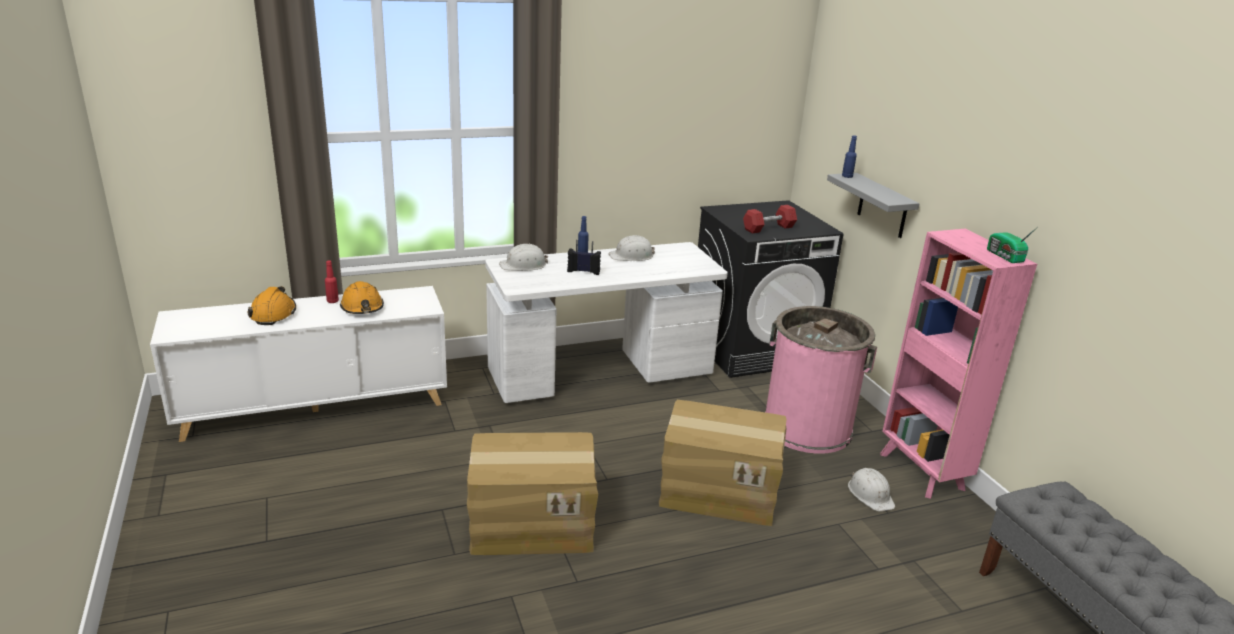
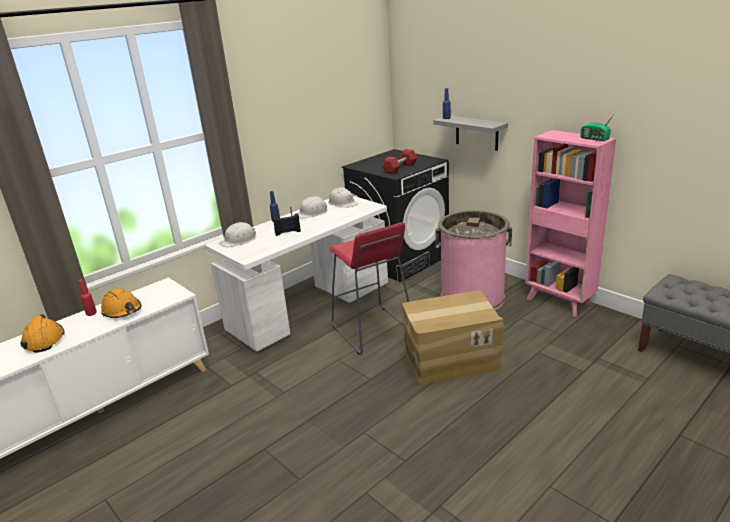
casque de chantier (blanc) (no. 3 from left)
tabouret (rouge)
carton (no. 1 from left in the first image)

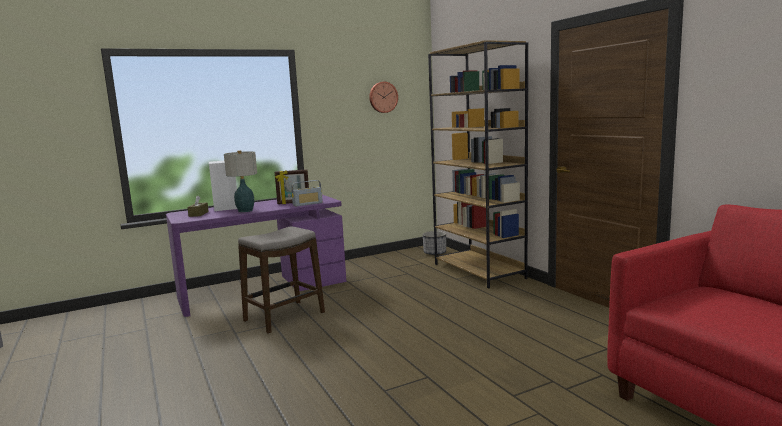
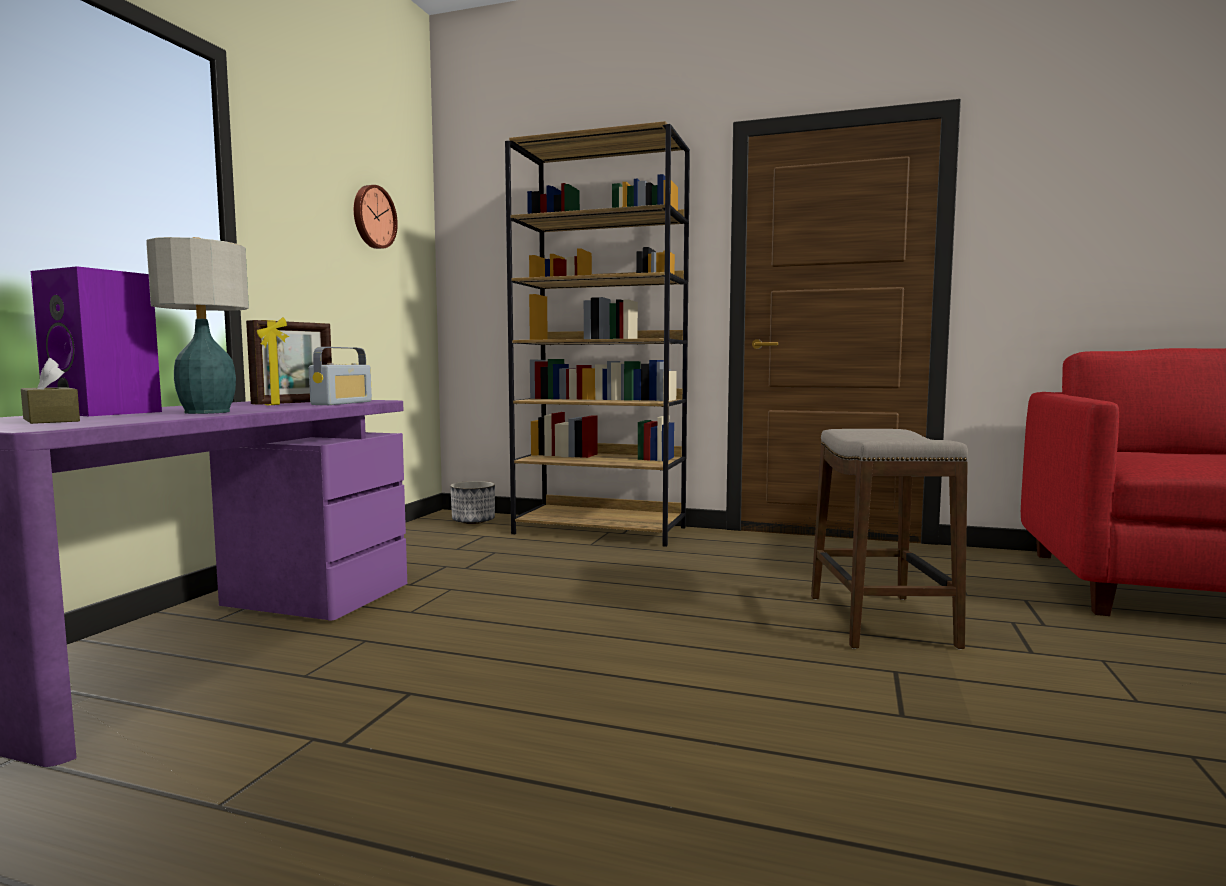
enceinte (violet)
tabouret

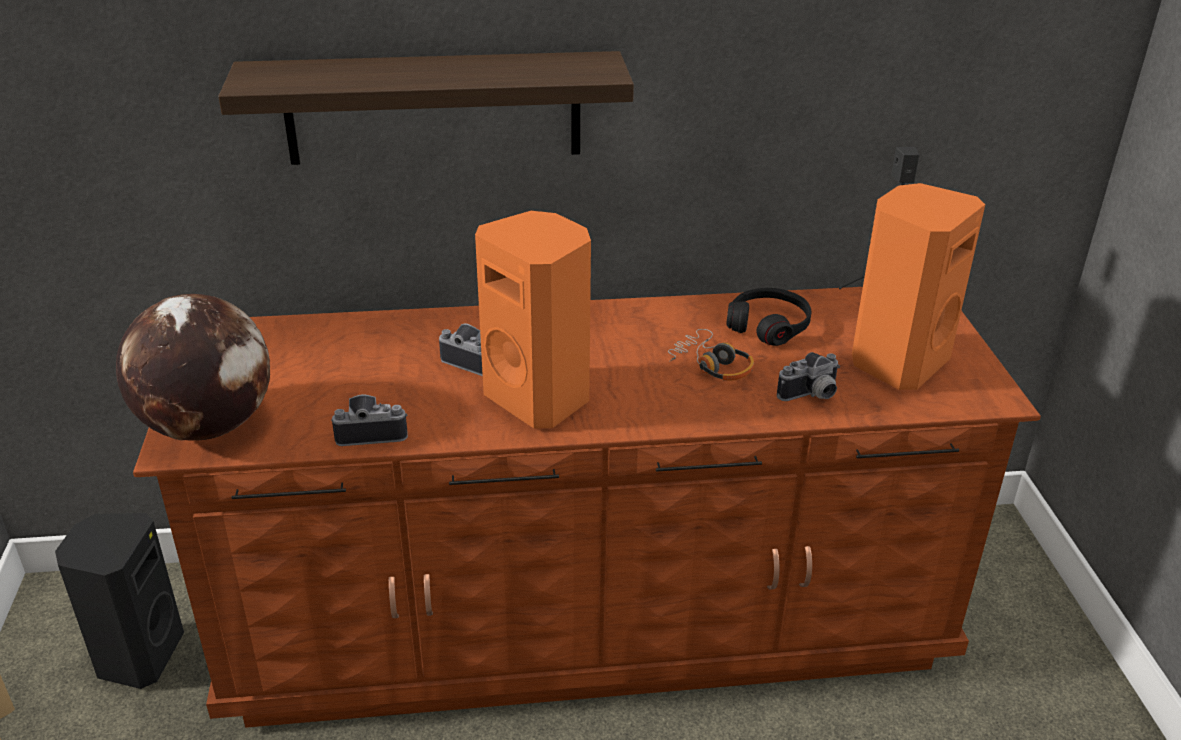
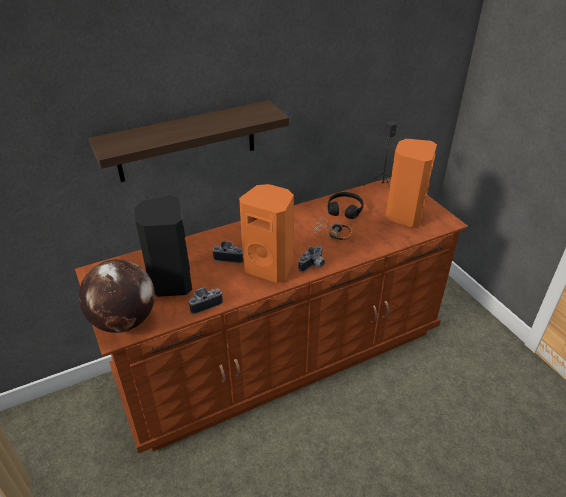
enceinte (noir) (no. 1 from left)
appareil photo (no. 3 from left)

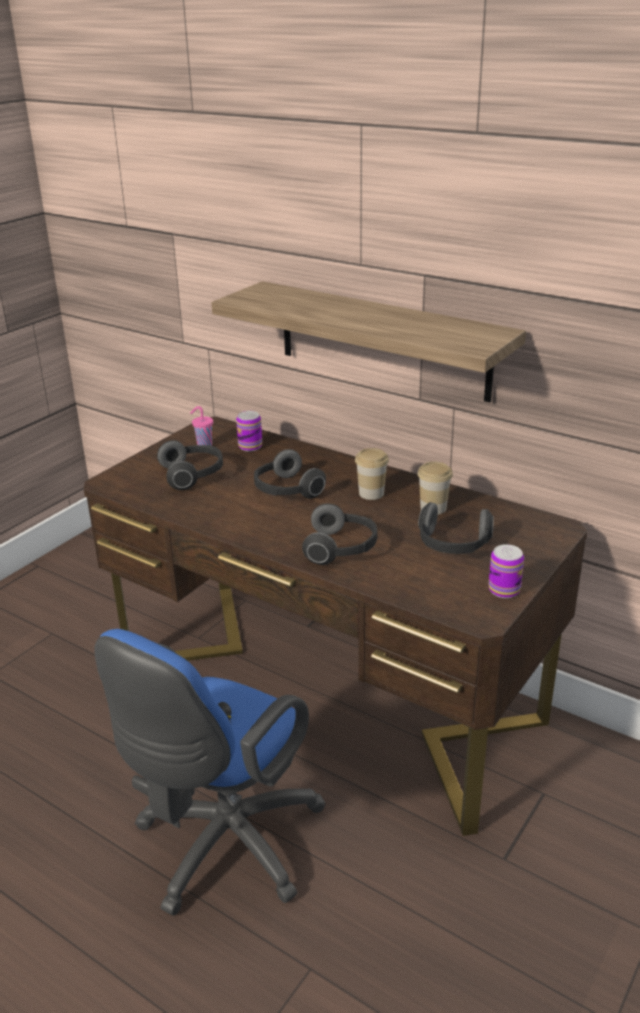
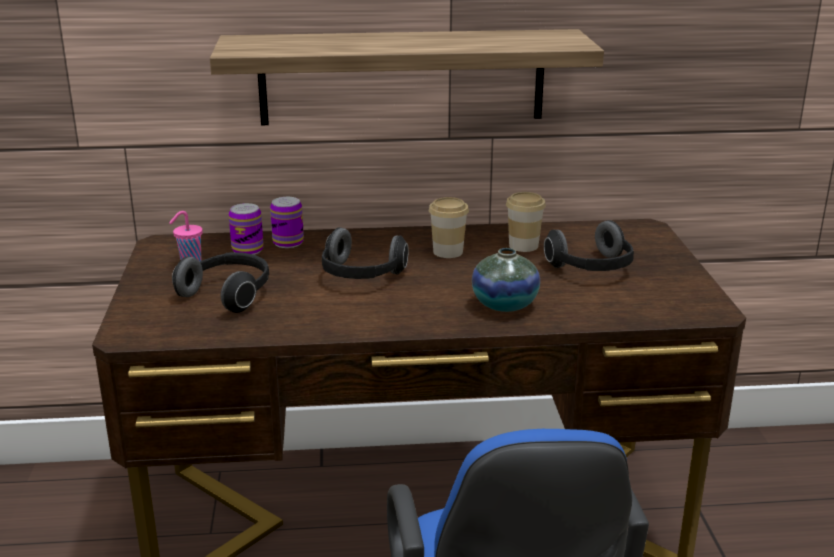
boîte métallique (no. 2 from left)
vase

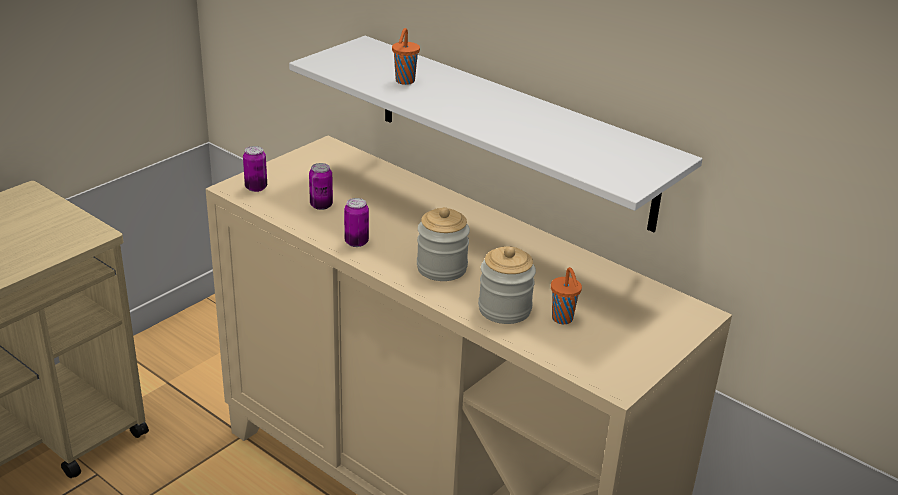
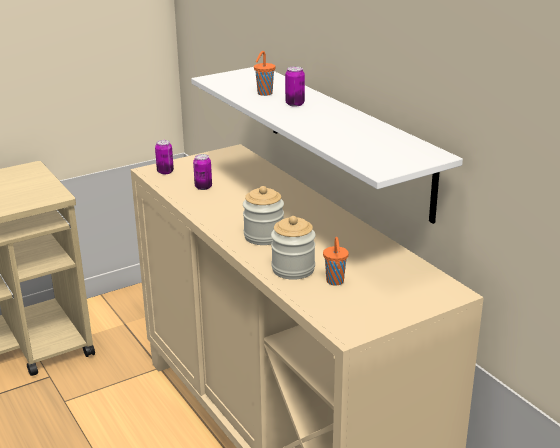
boîte métallique (no. 3 from left)

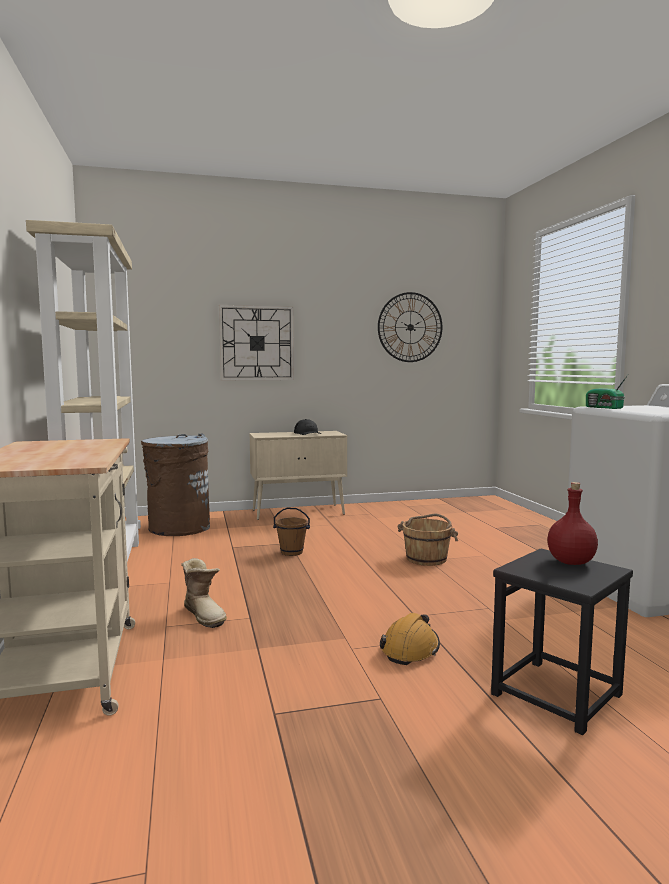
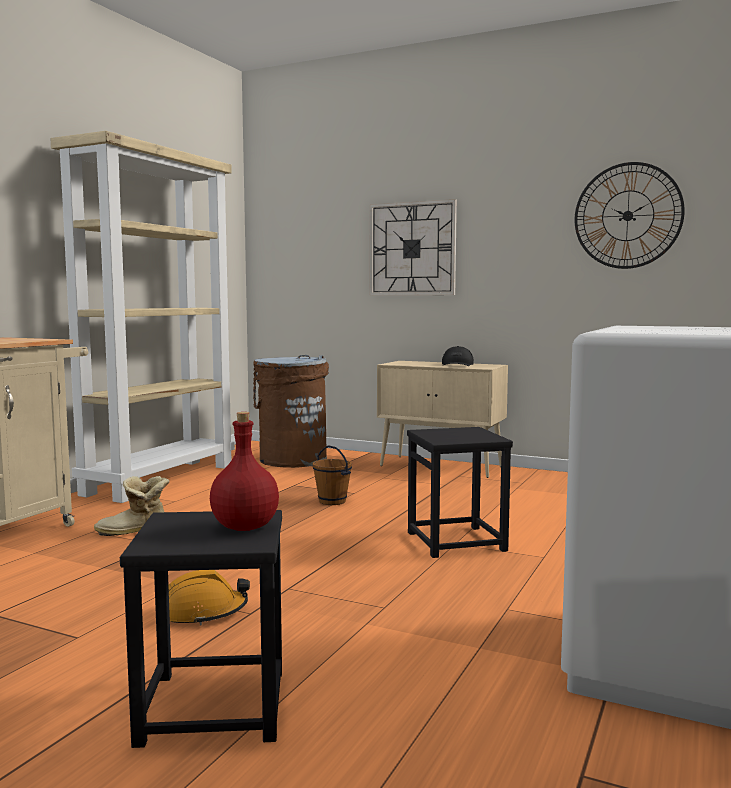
botte
tabouret (noir) (no. 2 from left)
radio

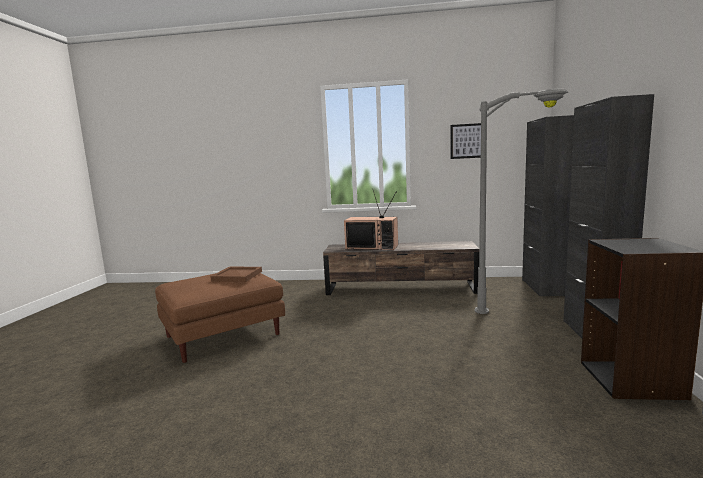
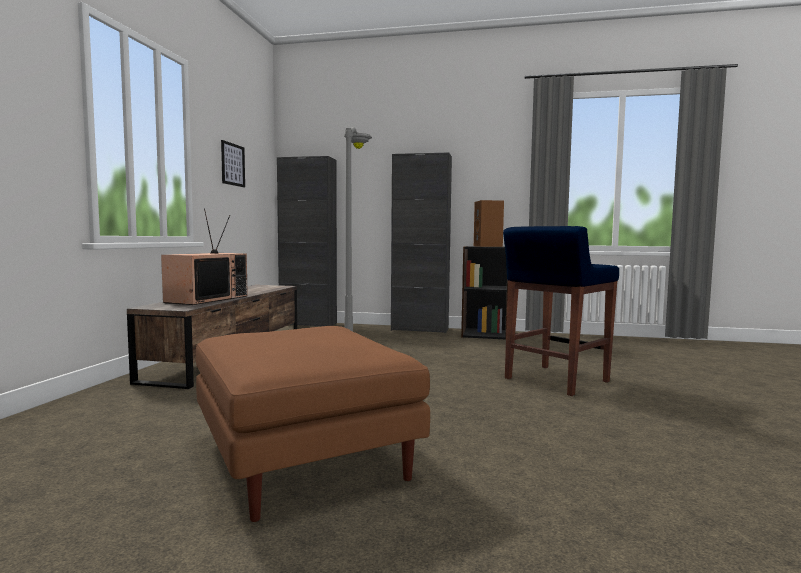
enceinte (marron)
tabouret (bleu)
plateau (marron)

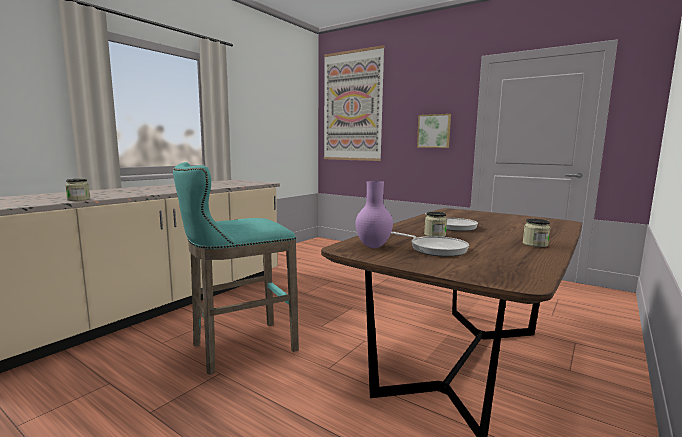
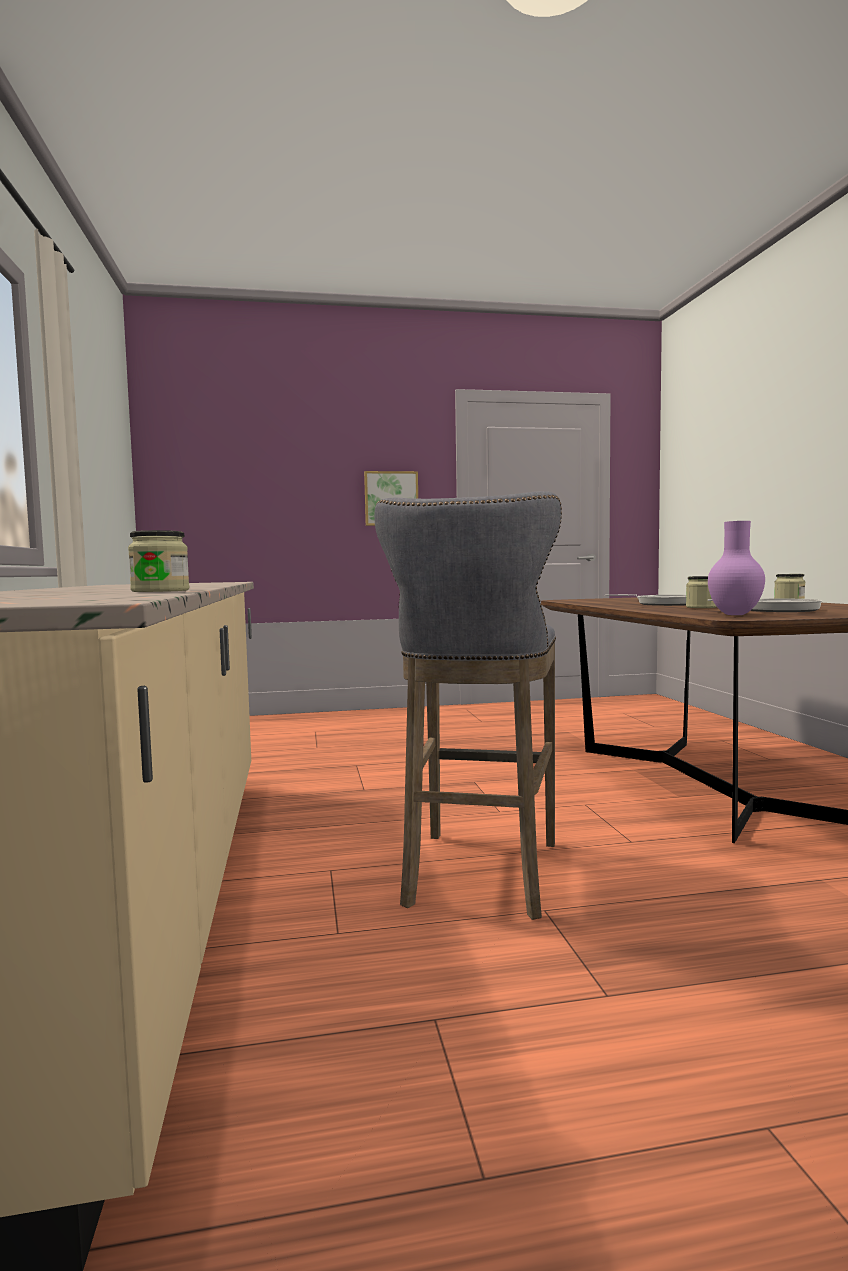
tabouret (gris)
tableau (no. 1 from left in the first image)

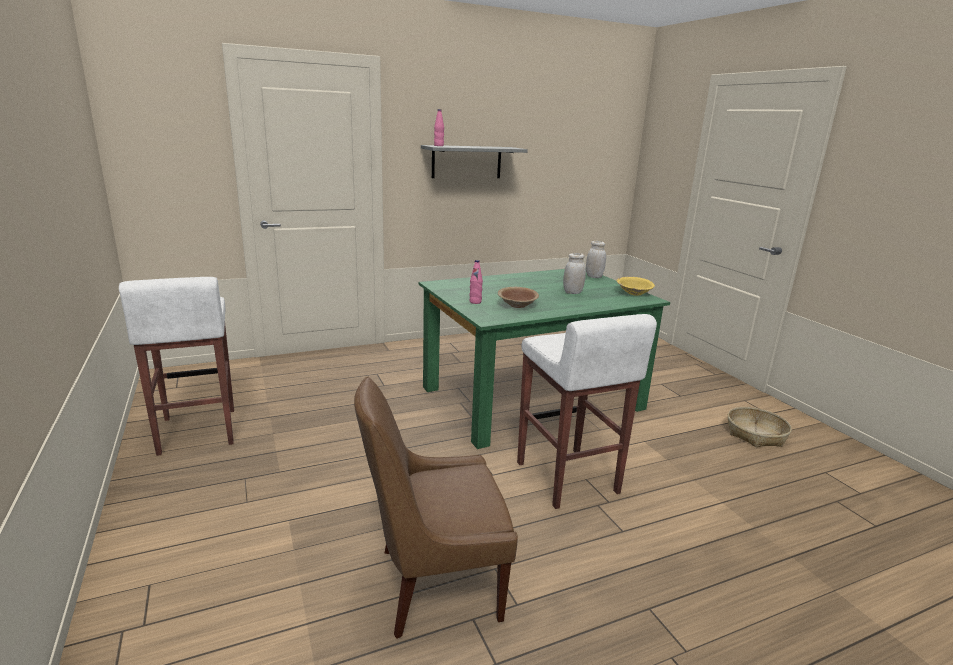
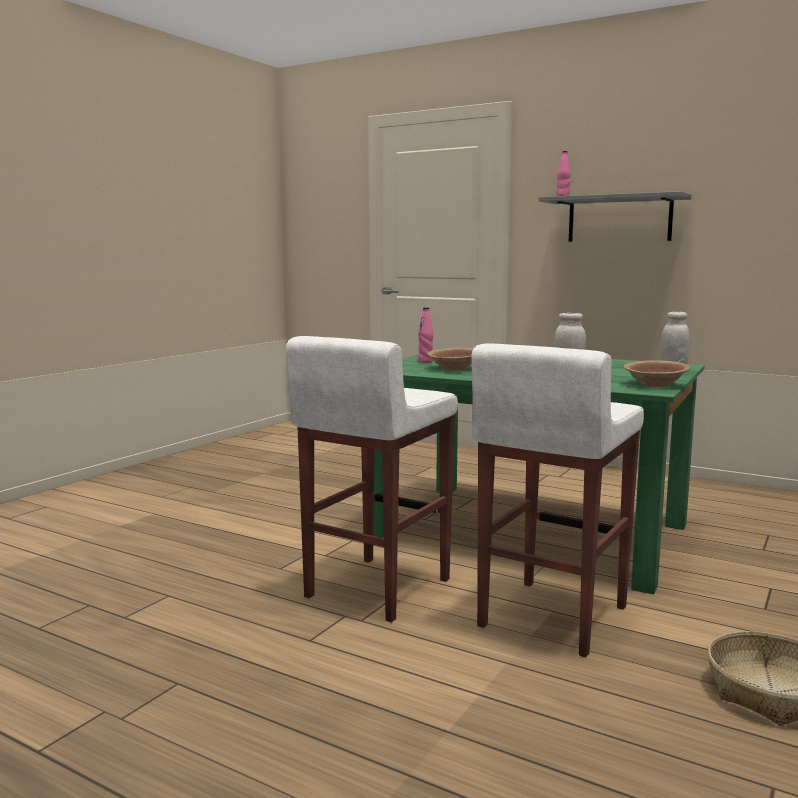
tabouret (blanc) (no. 2 from left)
bol (marron) (no. 2 from left)
chaise (marron)

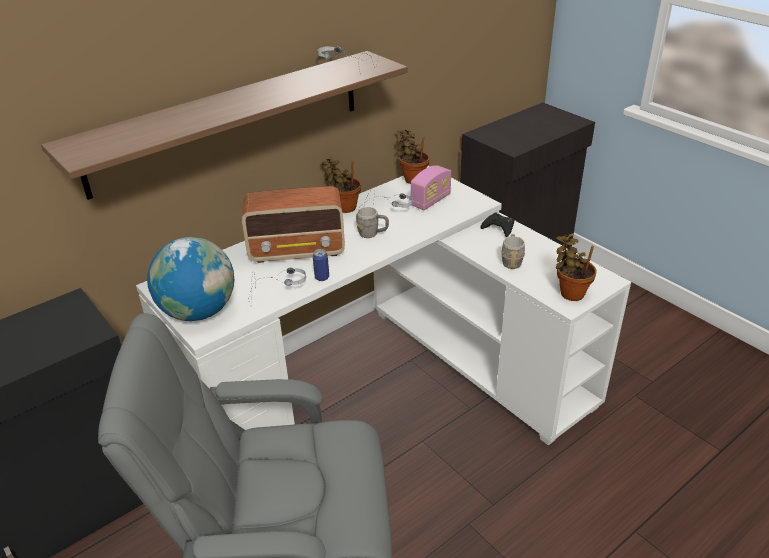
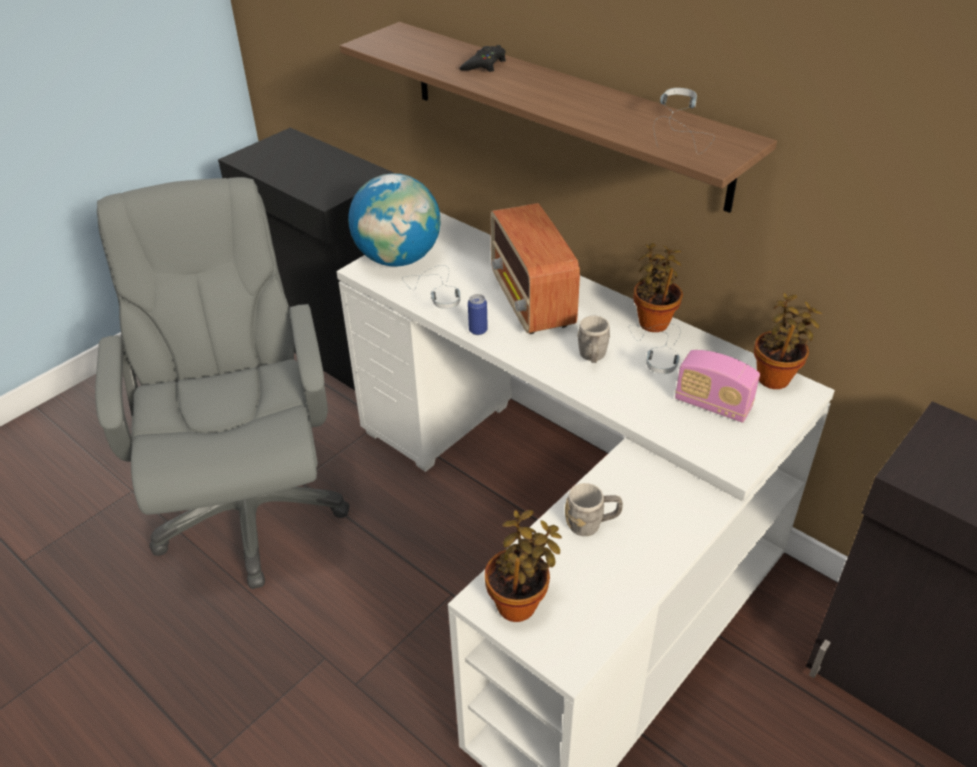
manette (noir)

